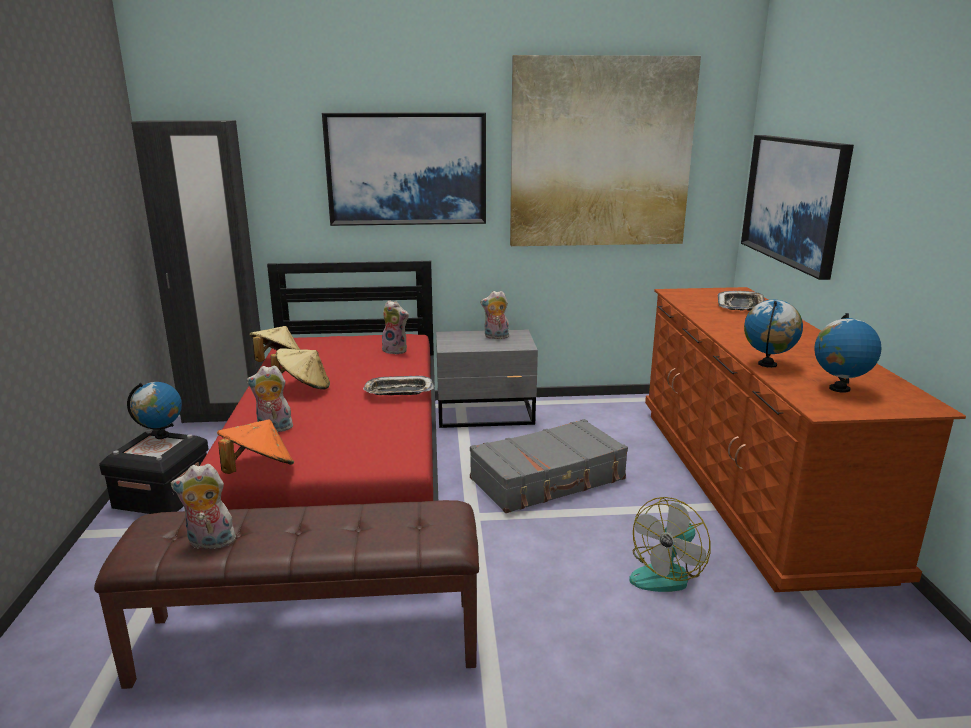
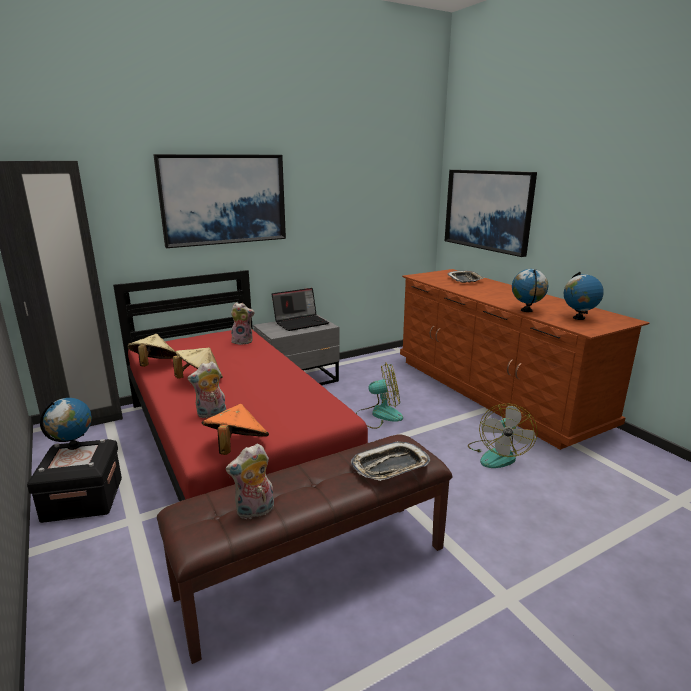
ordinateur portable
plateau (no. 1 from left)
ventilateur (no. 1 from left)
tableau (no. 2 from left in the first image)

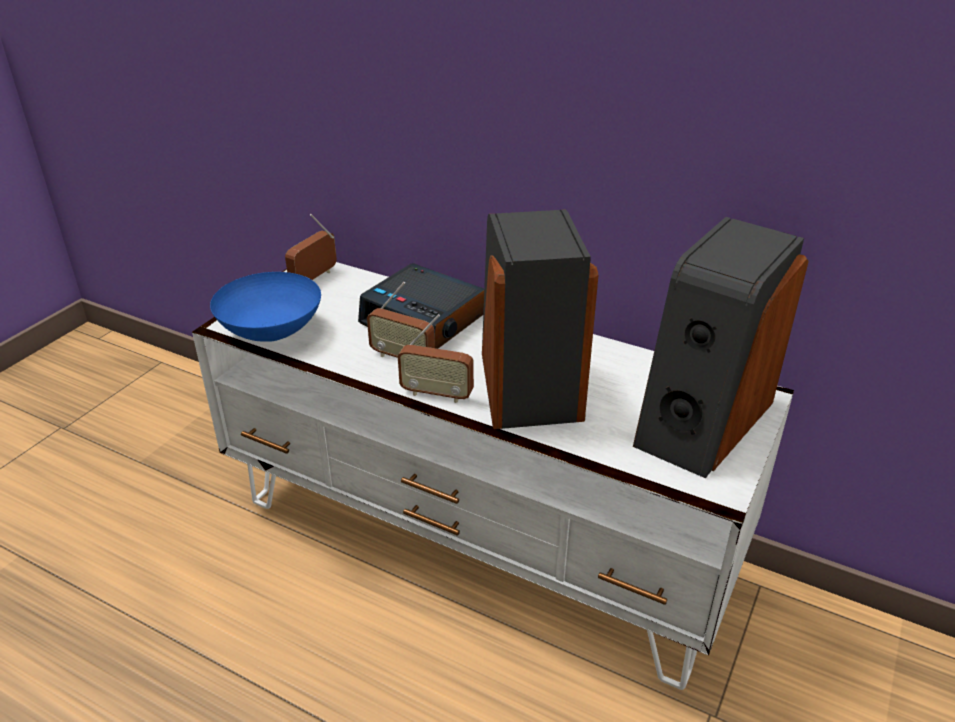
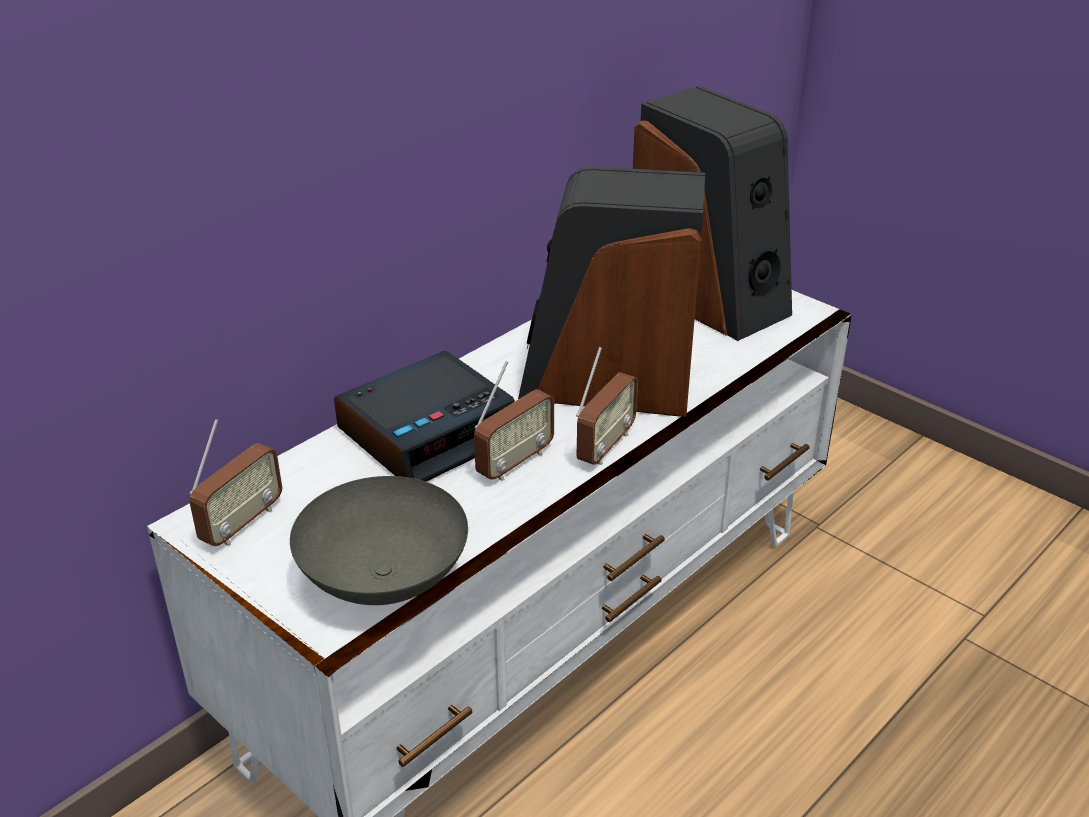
radio (no. 1 from left)
bol (gris)

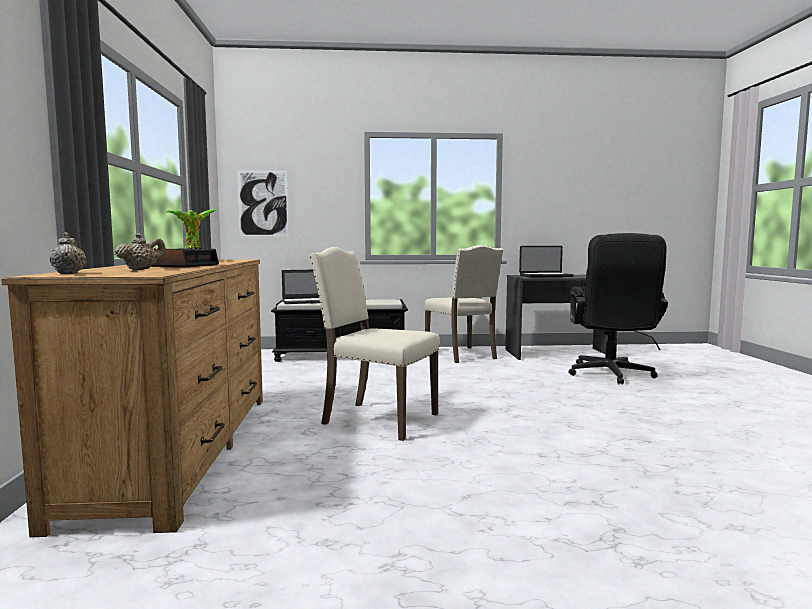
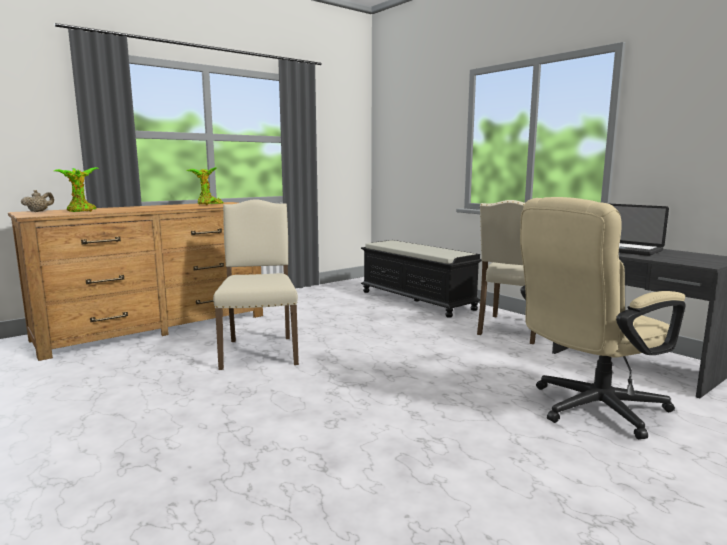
plante en pot (no. 1 from left)
chaise de bureau (beige)
réveil
tableau
ordinateur portable (no. 1 from left in the first image)

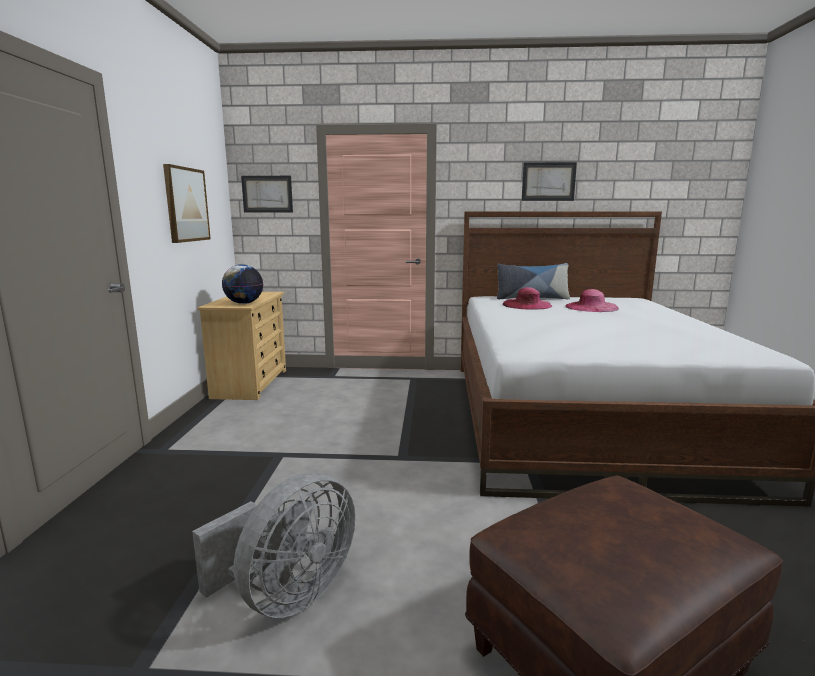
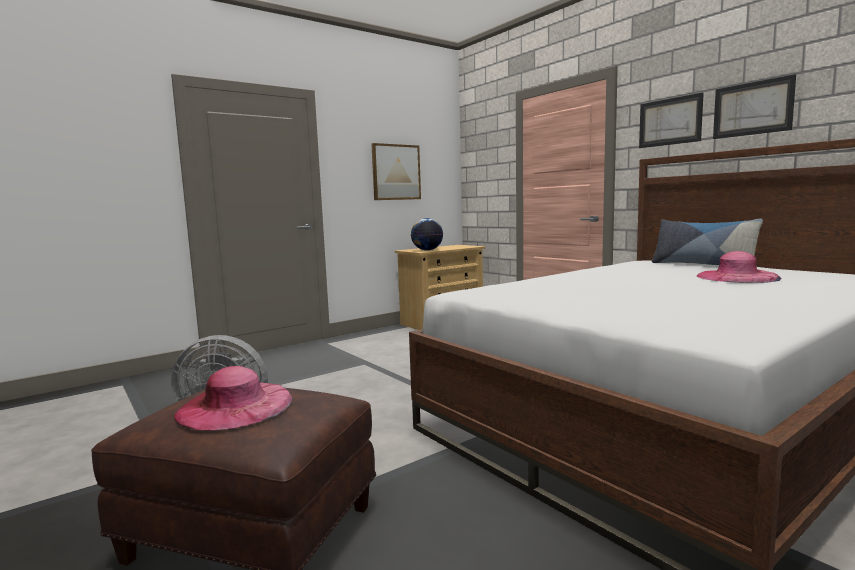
chapeau (rose) (no. 1 from left)
tableau (no. 2 from left)

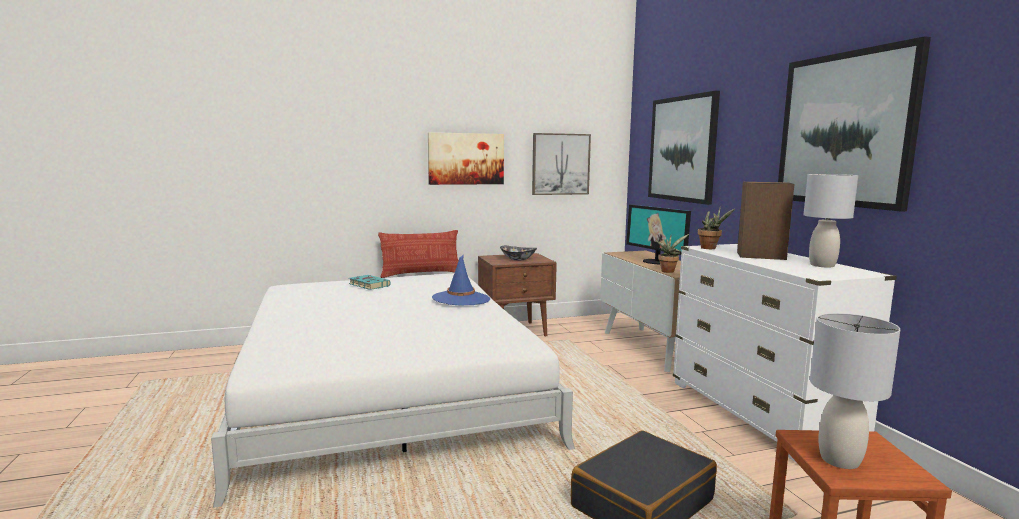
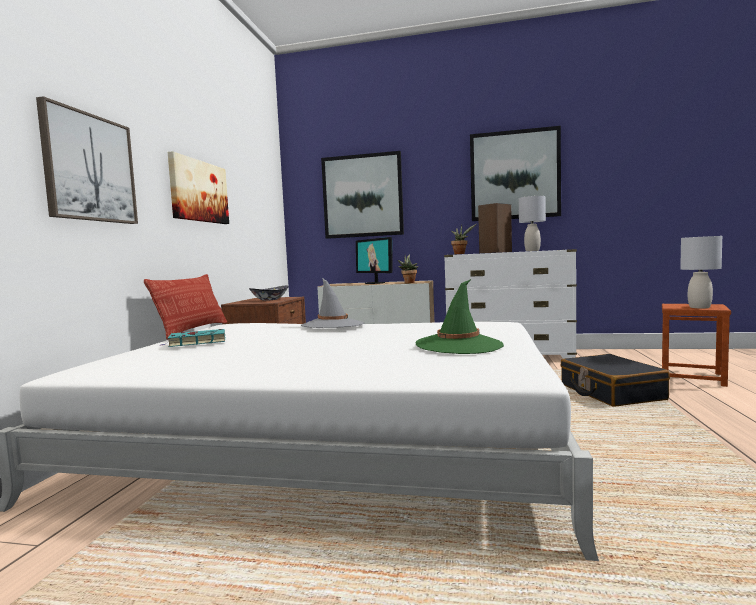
tableau (no. 1 from left)
chapeau (gris)
écran d'ordinateur
chapeau (vert)

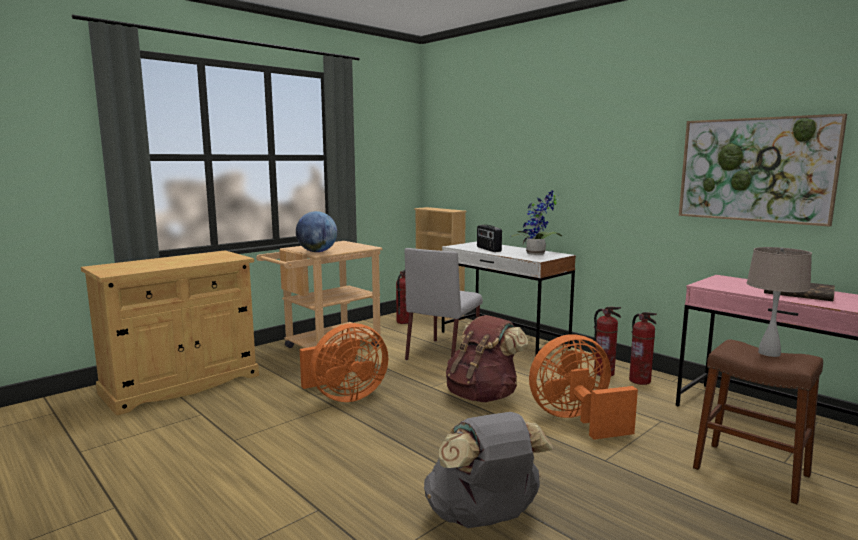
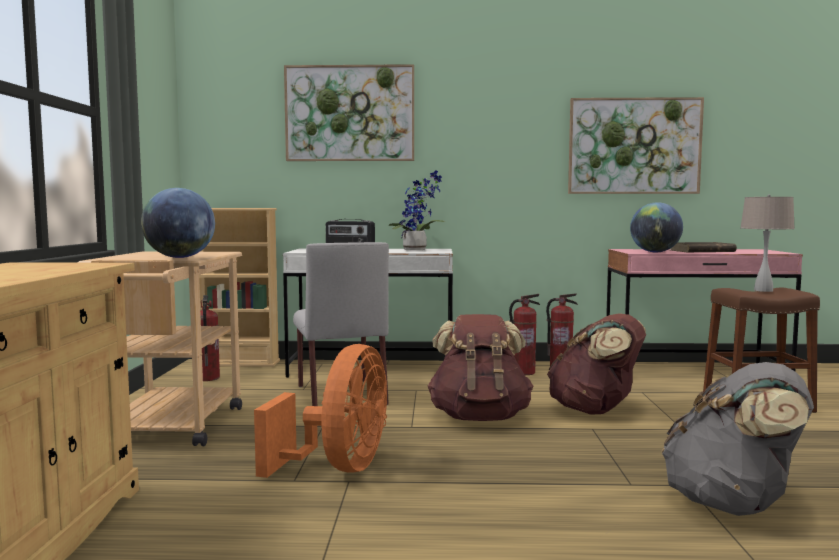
tableau (no. 1 from left)
sac à dos (marron) (no. 2 from left)
globe (no. 2 from left)

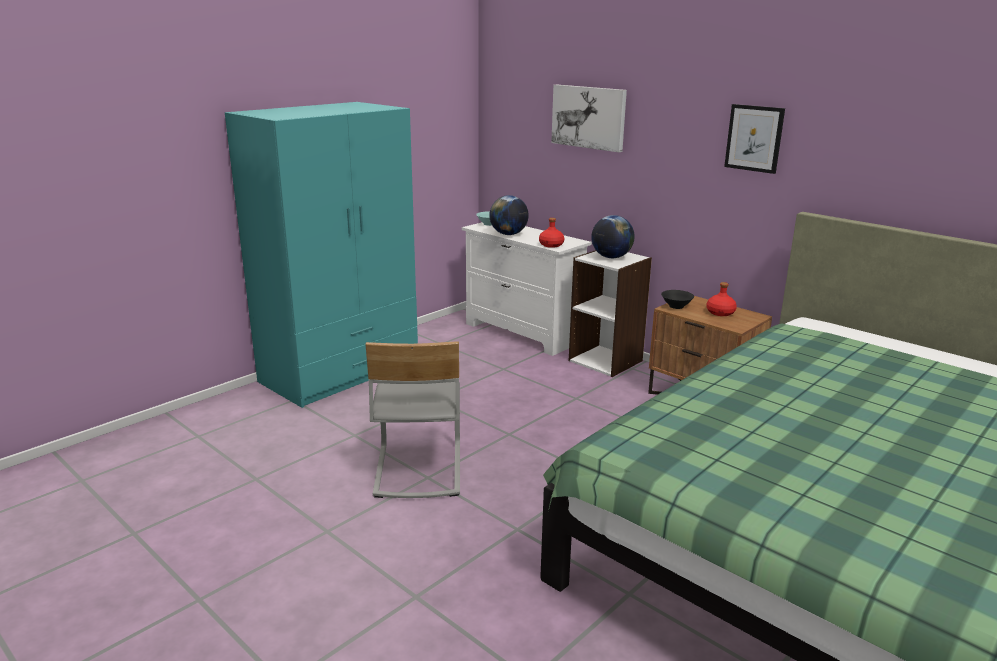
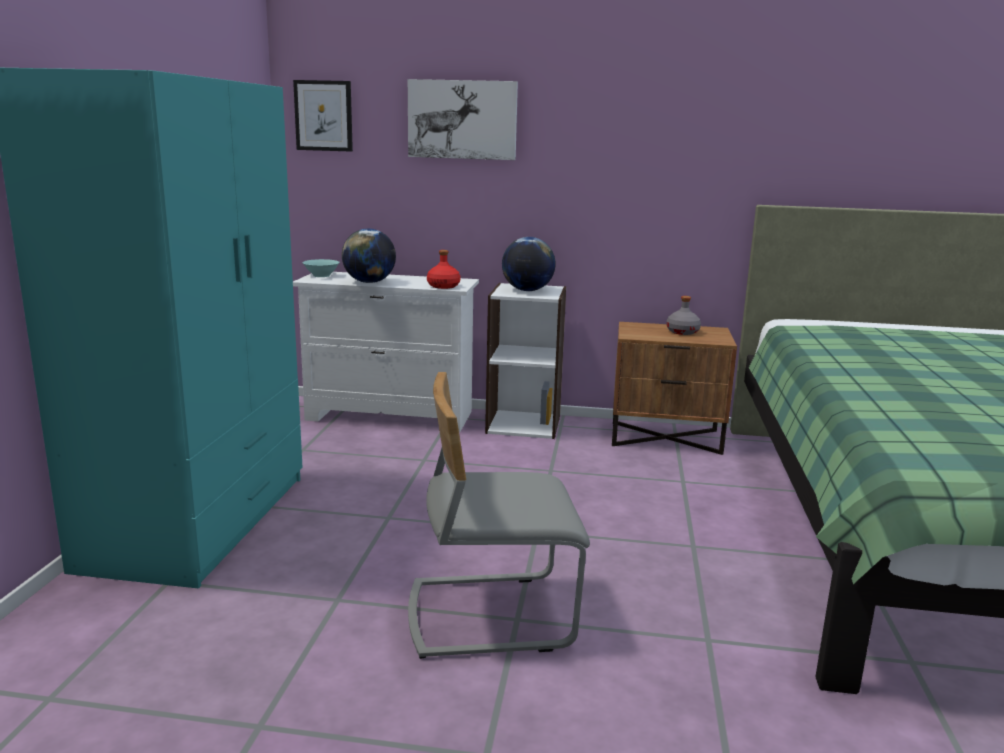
tableau (no. 1 from left)
chaise (gris)
bouteille (gris)
bol (noir)

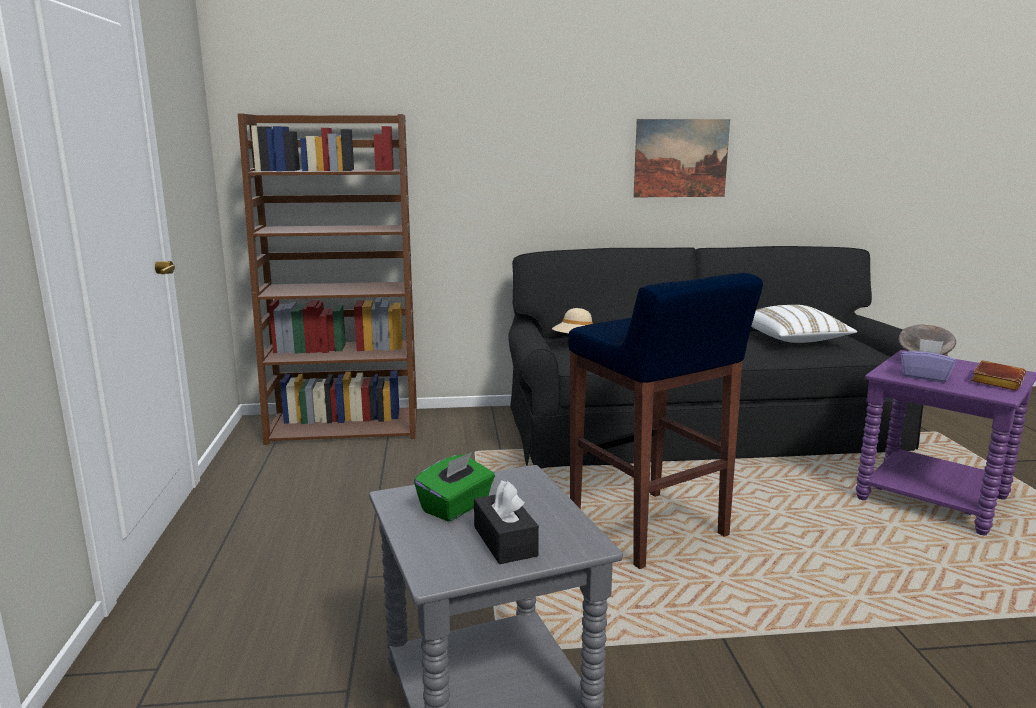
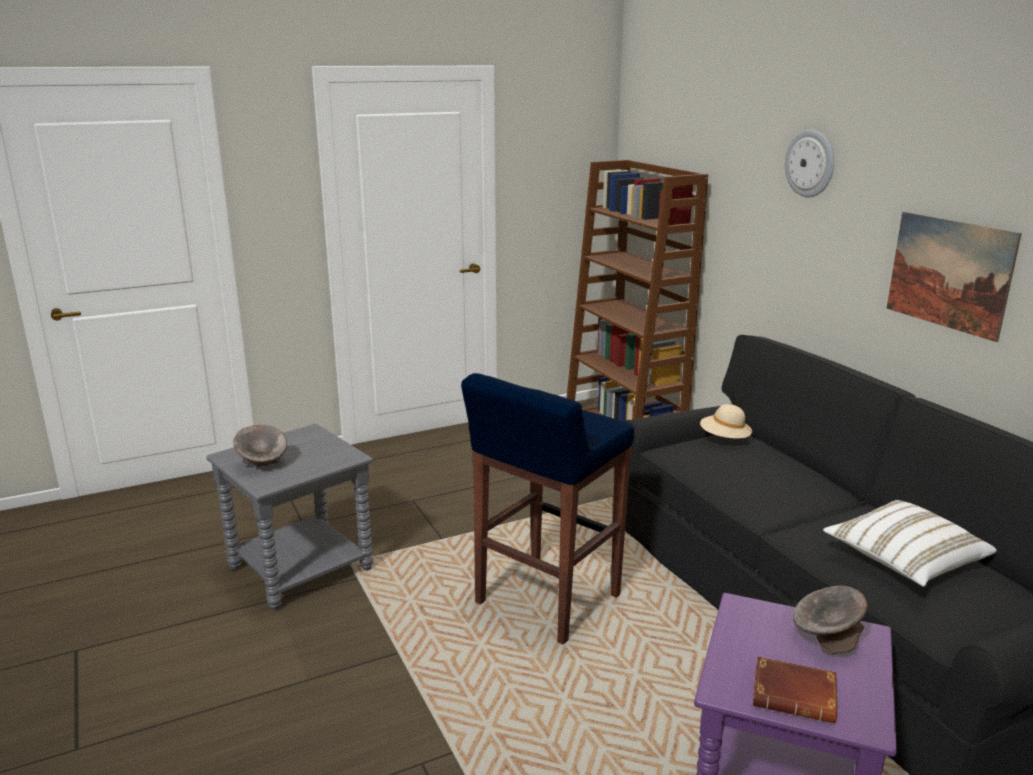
bol (gris) (no. 1 from left)
horloge murale
boîte à mouchoirs (vert)
boîte à mouchoirs (violet)

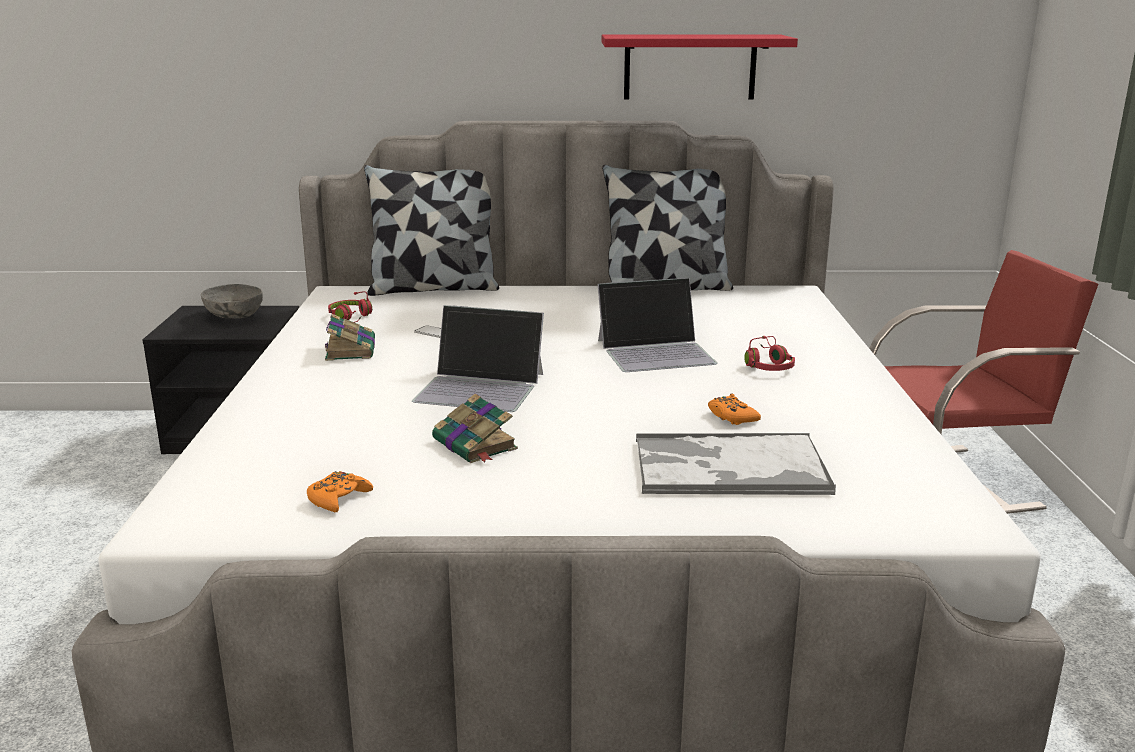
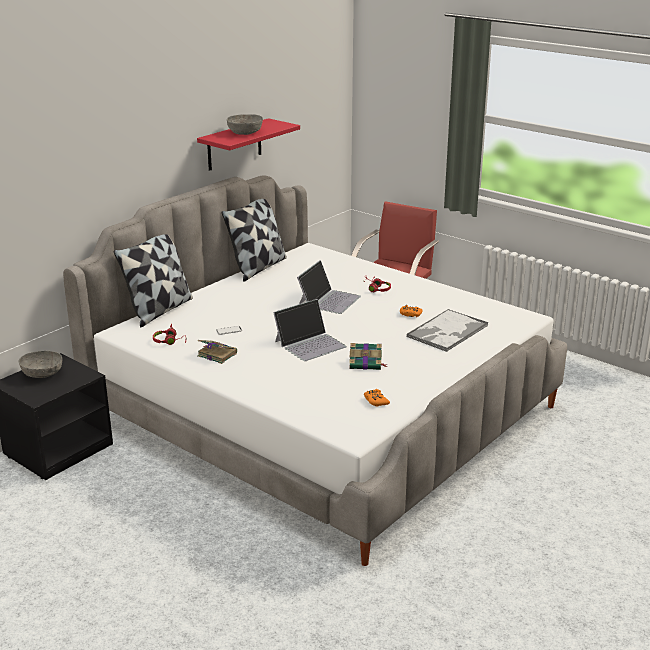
bol (gris) (no. 2 from left)

